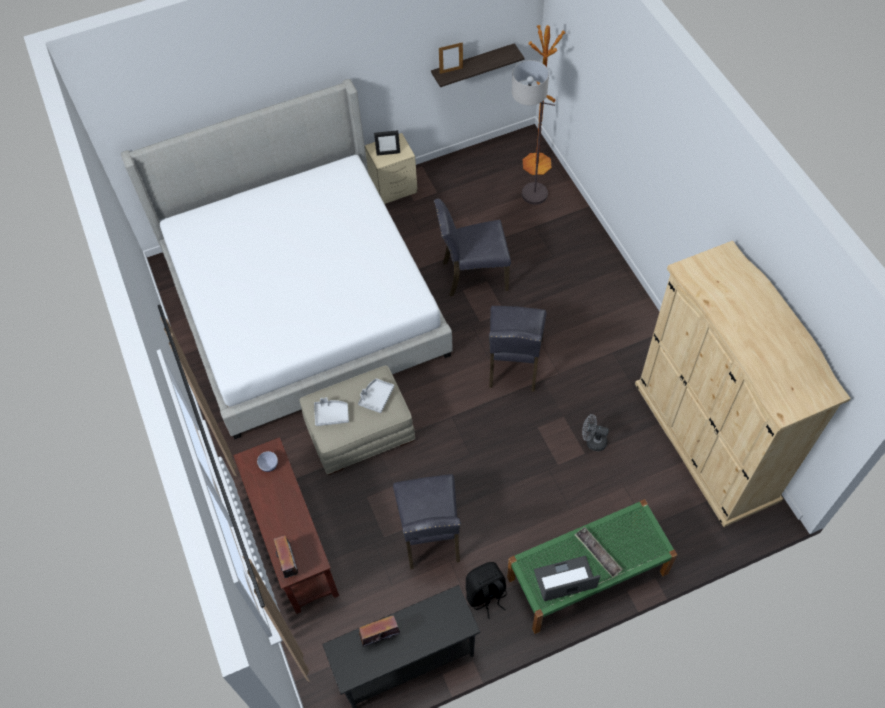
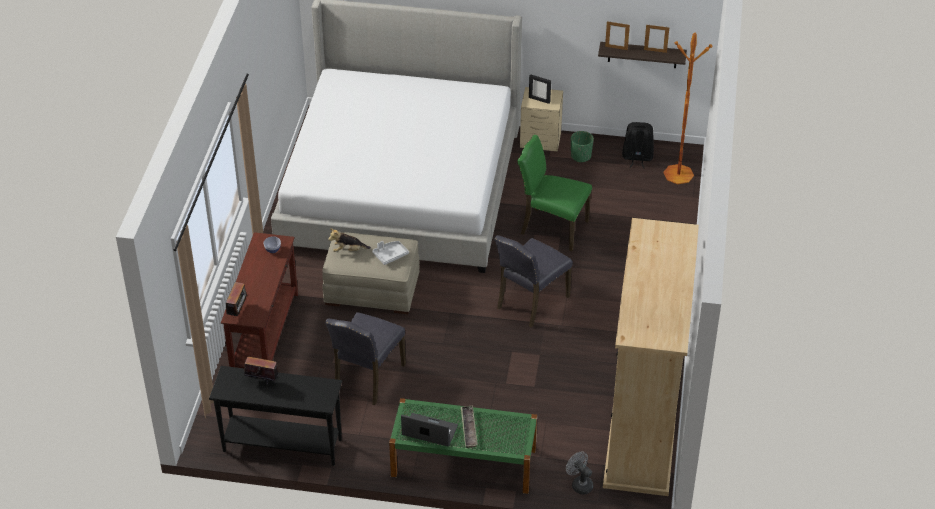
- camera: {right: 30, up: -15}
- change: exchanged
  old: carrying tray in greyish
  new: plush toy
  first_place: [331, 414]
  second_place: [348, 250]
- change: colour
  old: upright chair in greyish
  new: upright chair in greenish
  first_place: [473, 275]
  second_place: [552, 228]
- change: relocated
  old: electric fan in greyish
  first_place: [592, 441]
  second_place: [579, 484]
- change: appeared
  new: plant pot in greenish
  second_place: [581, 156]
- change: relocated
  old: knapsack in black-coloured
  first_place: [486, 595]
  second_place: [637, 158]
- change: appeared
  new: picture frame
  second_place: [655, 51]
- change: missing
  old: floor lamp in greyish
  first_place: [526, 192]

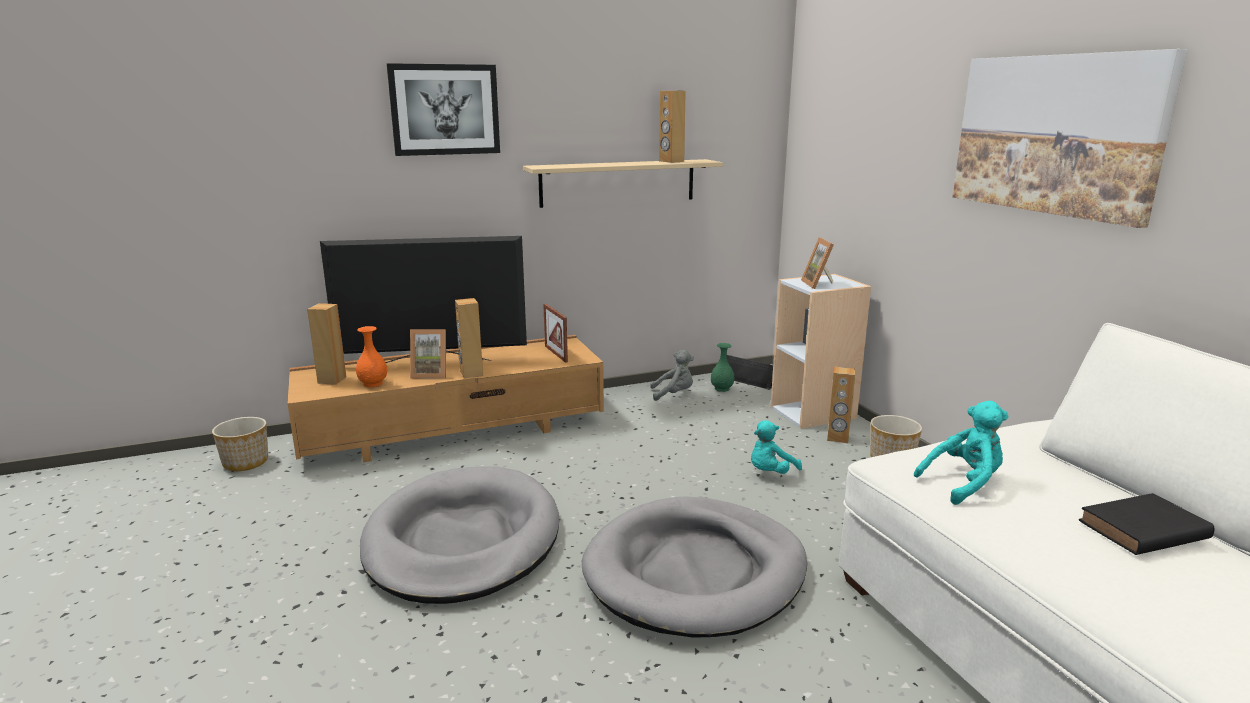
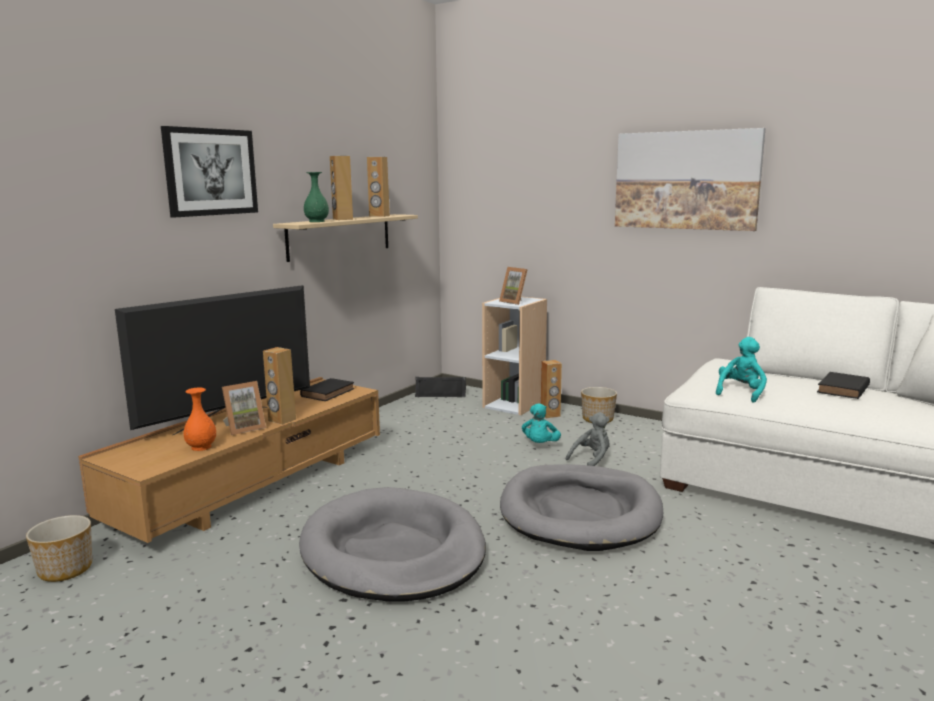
- camera: {right: -35, up: -5}
- change: exchanged
  old: picture frame
  new: volume in black-coloured
  first_place: [556, 354]
  second_place: [328, 392]
- change: relocated
  old: decorative vase in greenish
  first_place: [722, 389]
  second_place: [317, 221]
- change: relocated
  old: speaker in brown-coloured
  first_place: [331, 380]
  second_place: [342, 219]
- change: relocated
  old: plush toy in greyish
  first_place: [674, 394]
  second_place: [591, 460]

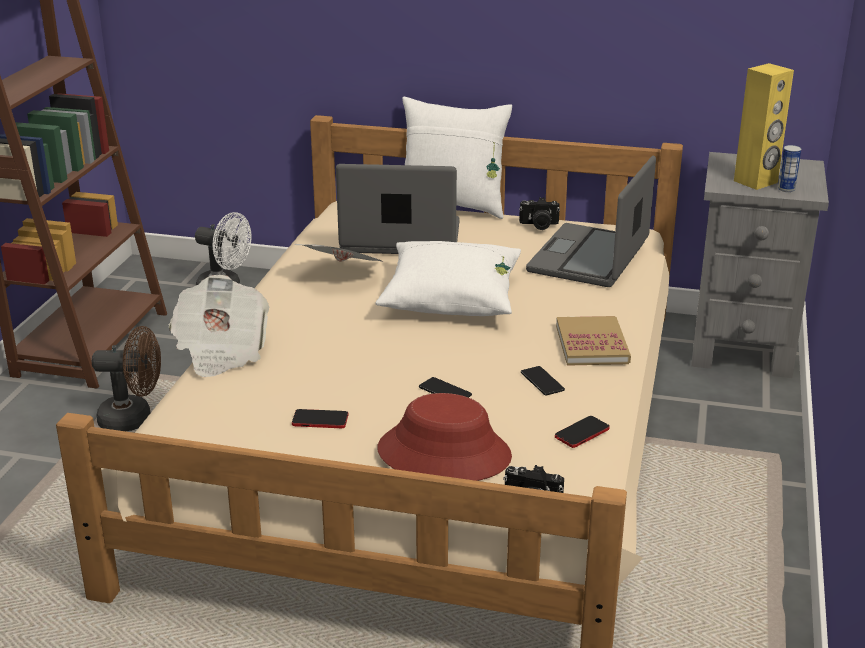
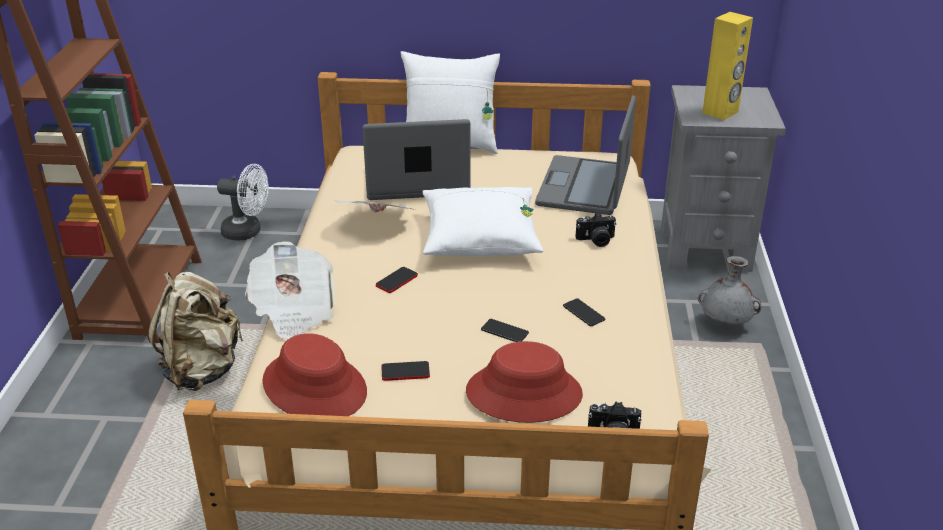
- camera: {right: -10, up: 5}
- change: exchanged
  old: electric fan in brown-coloured
  new: knapsack in beige-coloured
  first_place: [134, 419]
  second_place: [202, 370]
- change: appeared
  new: wearable hat in red
  second_place: [315, 387]
- change: relocated
  old: telephone
  first_place: [582, 433]
  second_place: [396, 281]
- change: relocated
  old: photo camera
  first_place: [539, 225]
  second_place: [596, 240]
- change: appeared
  new: decorative vase in greyish
  second_place: [726, 324]
- change: missing
  old: volume
  first_place: [592, 344]
- change: missing
  old: sealed can
  first_place: [786, 189]

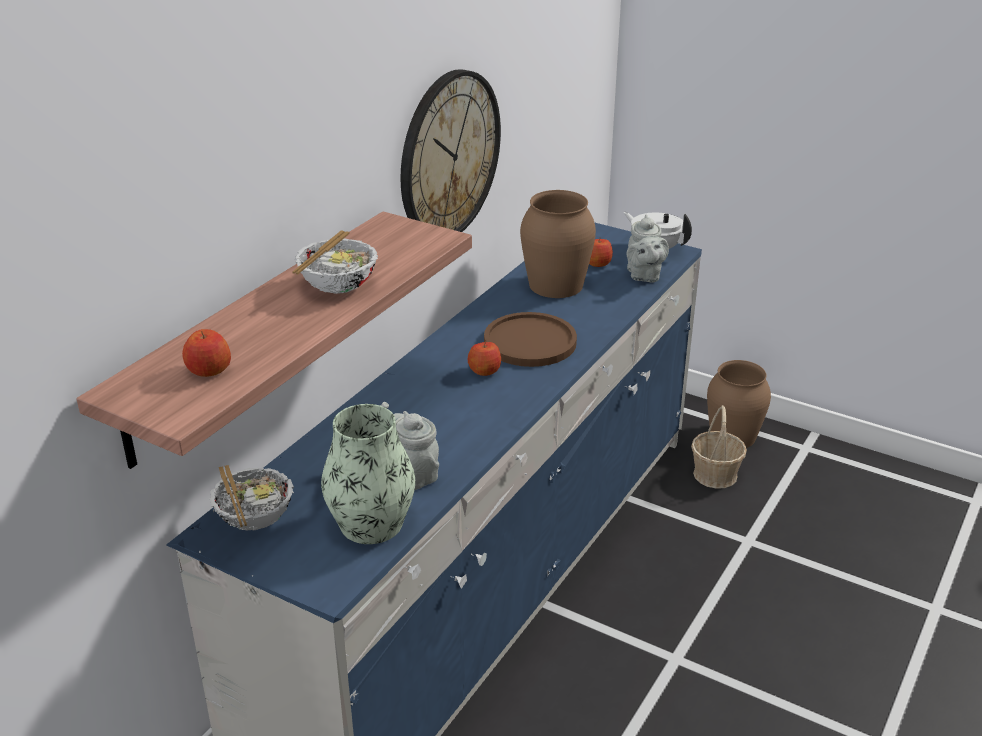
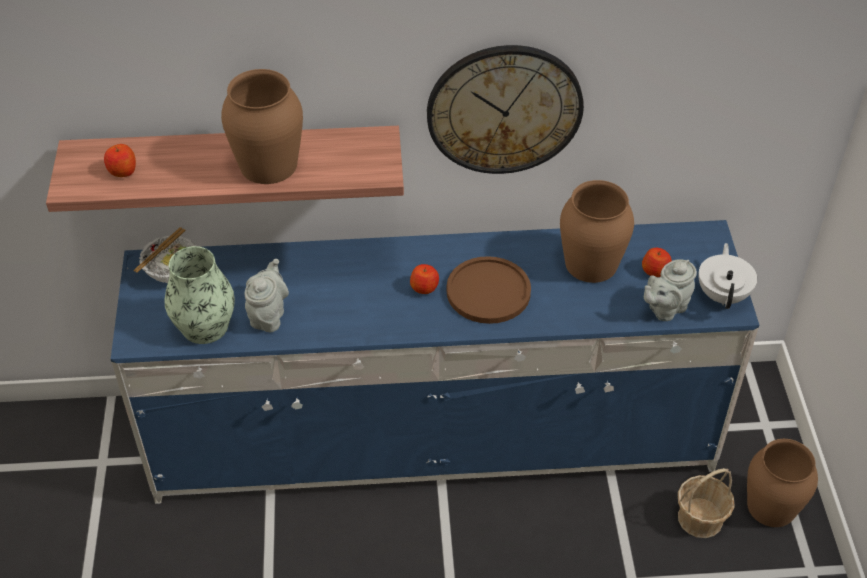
- camera: {right: 55, up: 15}
- change: exchanged
  old: serving bowl
  new: decorative vase in brown-coloured
  first_place: [337, 285]
  second_place: [268, 164]

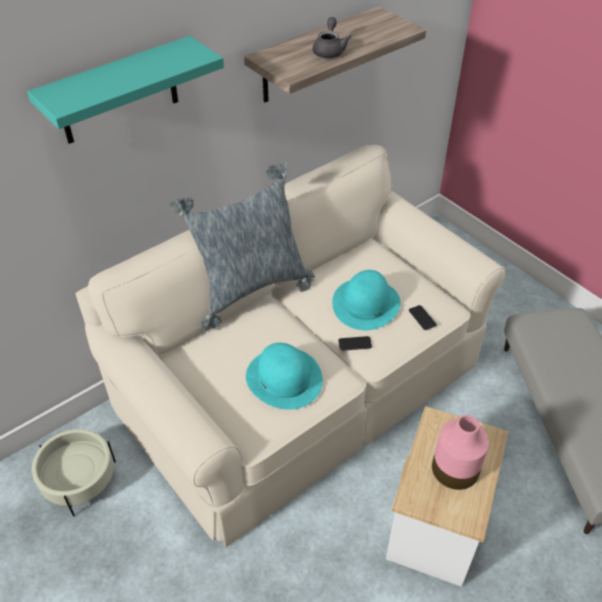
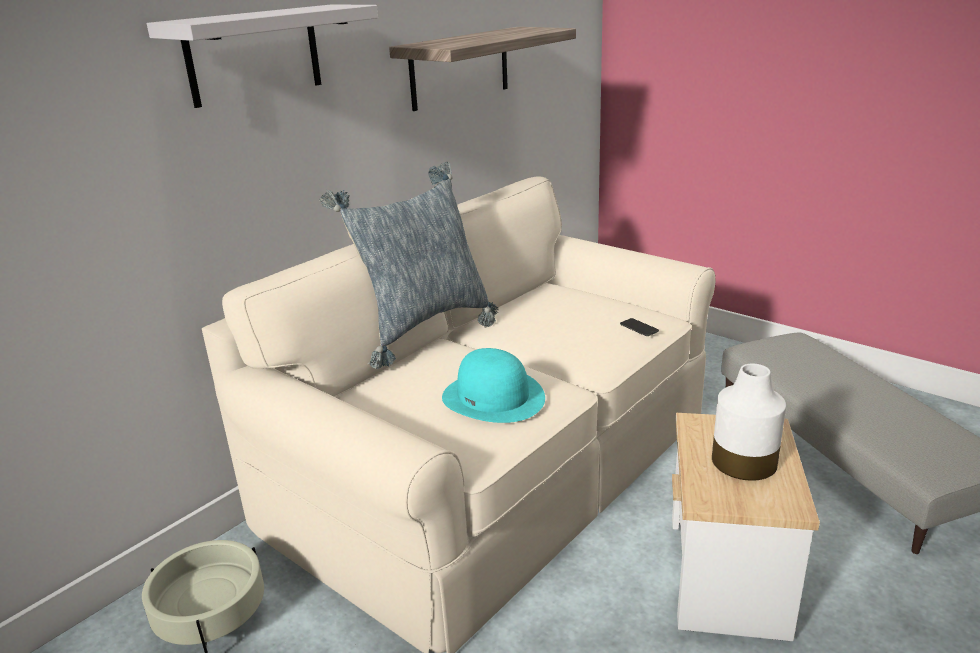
- camera: {right: -10, up: -20}
- change: colour
  old: bracket shelf in turquoise-coloured
  new: bracket shelf in white-coloured
  first_place: [118, 92]
  second_place: [254, 55]
- change: colour
  old: decorative vase in pink
  new: decorative vase in white-coloured
  first_place: [455, 469]
  second_place: [744, 461]
- change: missing
  old: teapot in greyish
  first_place: [329, 50]
- change: missing
  old: wearable hat in turquoise-coloured
  first_place: [366, 304]
- change: missing
  old: telephone
  first_place: [355, 344]

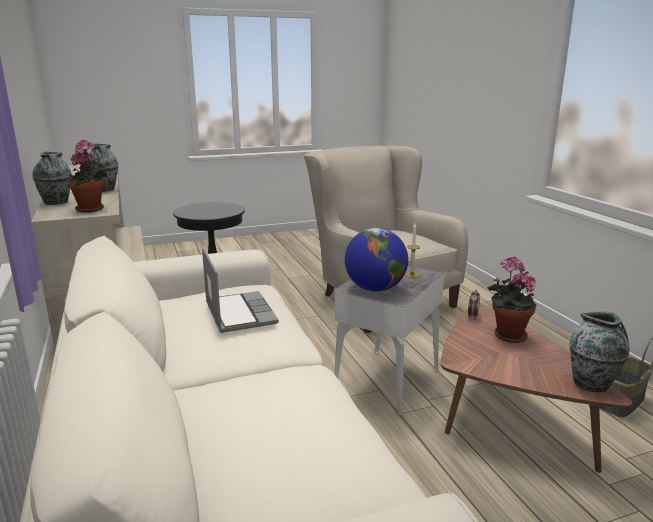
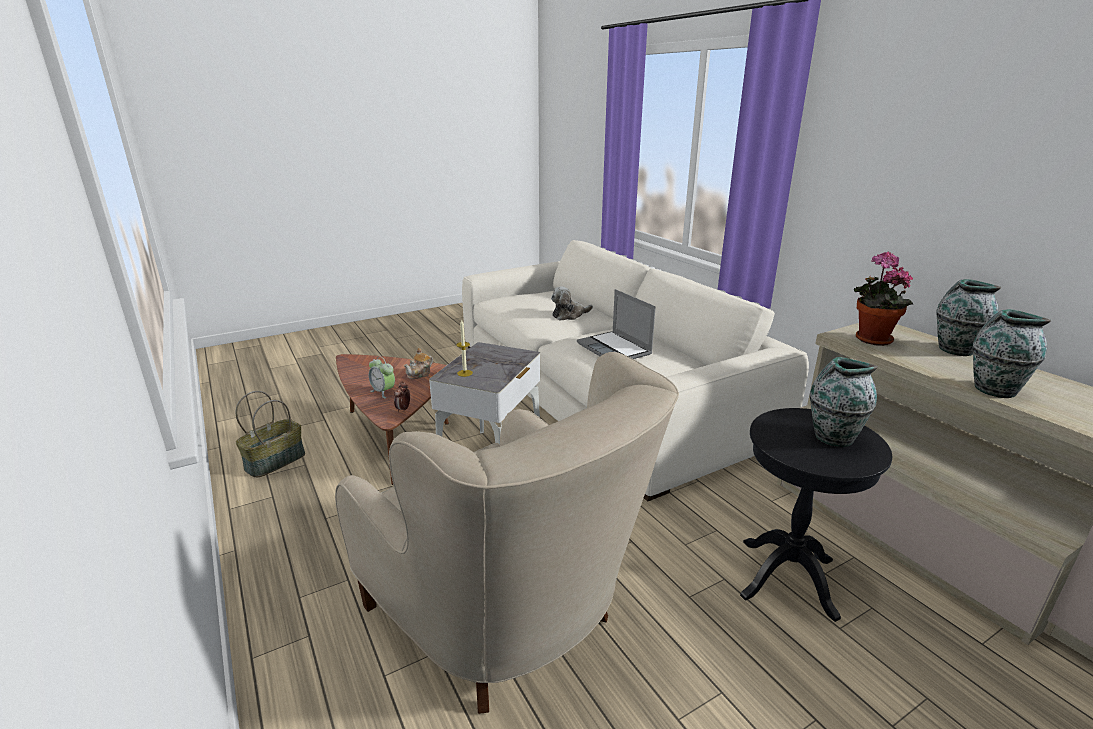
- camera: {right: 170, up: 5}
- change: exchanged
  old: potted plant
  new: alarm clock
  first_place: [507, 335]
  second_place: [383, 392]
- change: appeared
  new: teapot
  second_place: [420, 374]
- change: appeared
  new: plush toy
  second_place: [569, 315]
- change: relocated
  old: decorative vase
  first_place: [592, 384]
  second_place: [832, 437]
- change: missing
  old: world globe
  first_place: [375, 289]

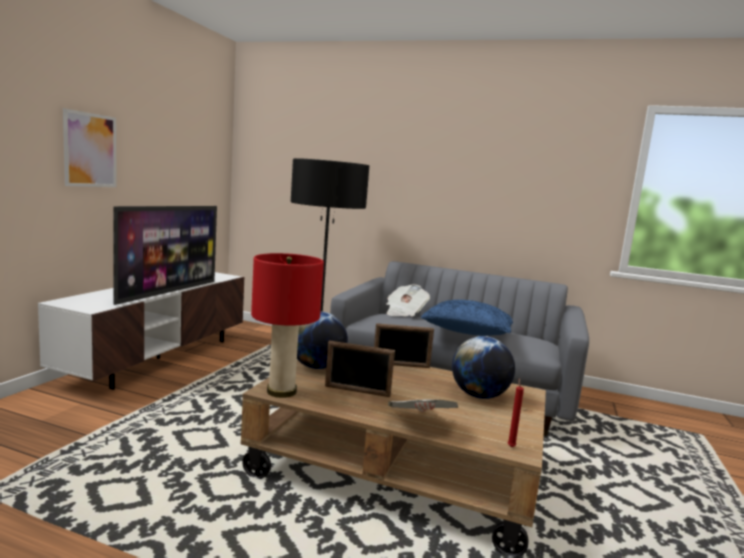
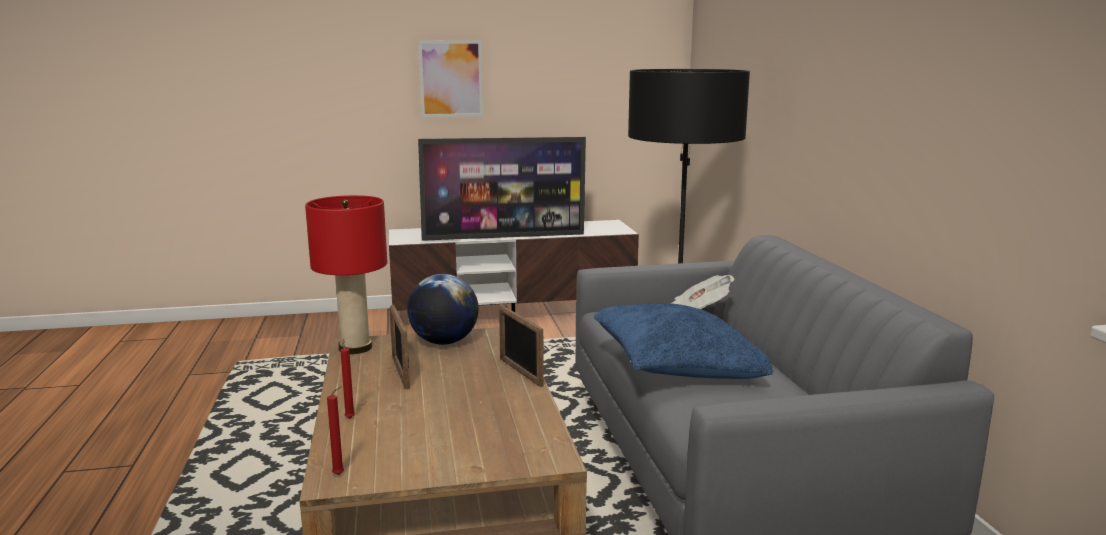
- camera: {right: 60, up: 5}
- change: exchanged
  old: printed paper
  new: wax candle in red
  first_place: [420, 423]
  second_place: [350, 417]
- change: missing
  old: world globe
  first_place: [479, 396]

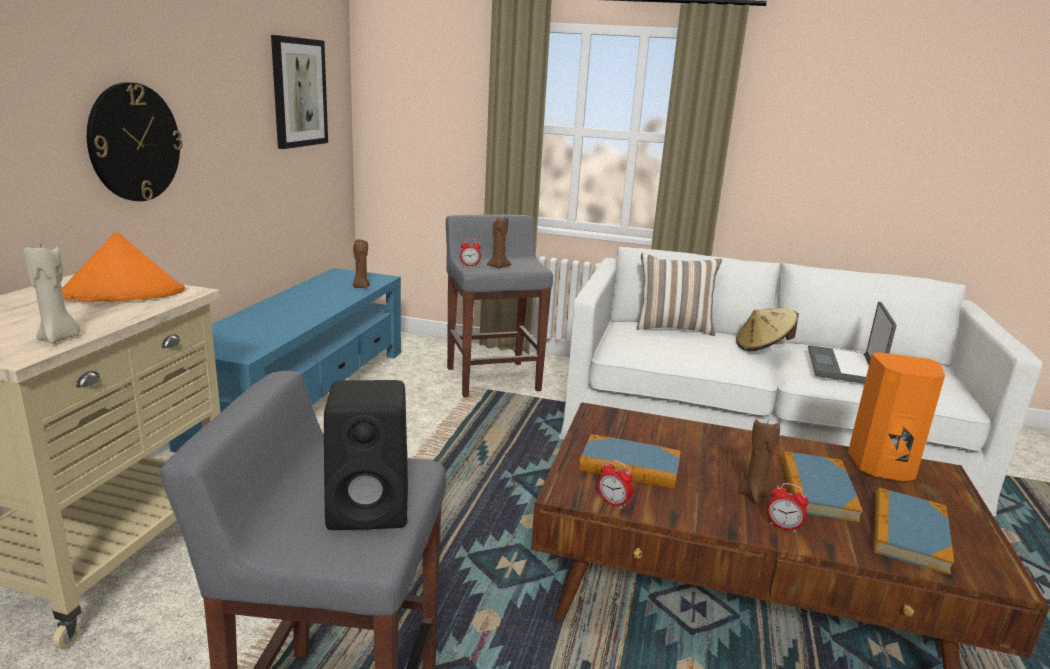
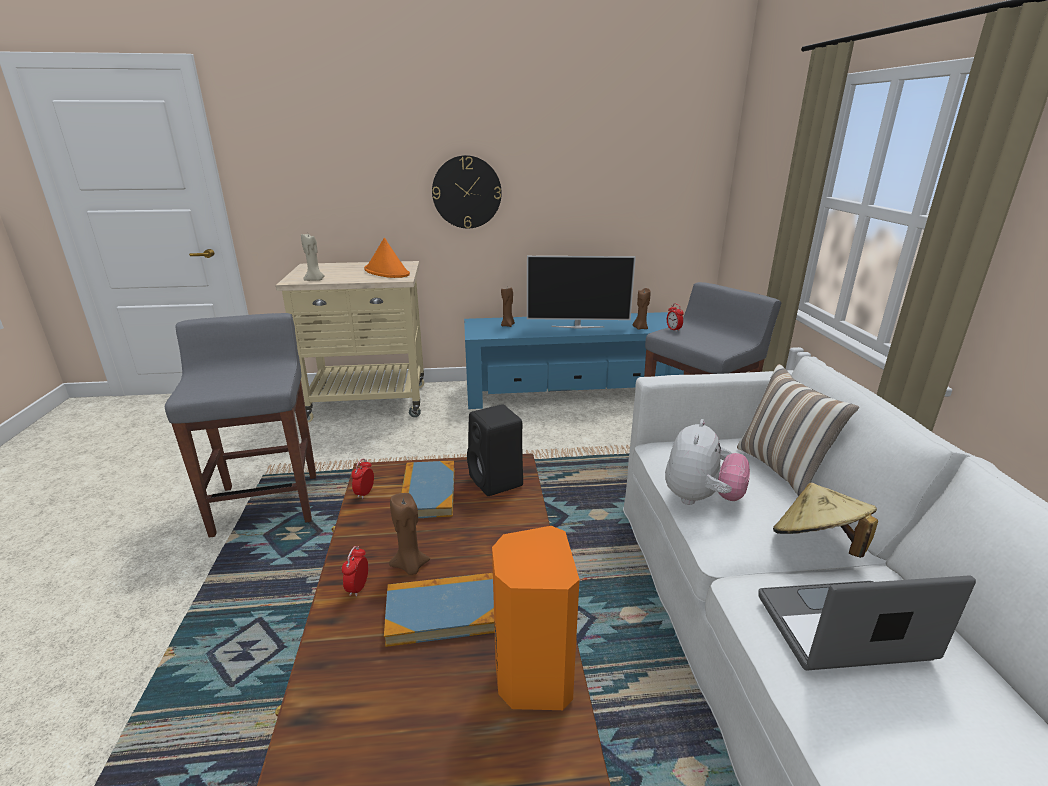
- camera: {right: 70, up: 5}
- change: relocated
  old: speaker in black-coloured
  first_place: [372, 509]
  second_place: [497, 482]
- change: relocated
  old: wax candle in brown-coloured
  first_place: [498, 266]
  second_place: [508, 325]
- change: appeared
  new: TV
  second_place: [577, 326]
- change: appeared
  new: plush toy
  second_place: [700, 499]
- change: missing
  old: wall picture
  first_place: [299, 92]
- change: missing
  old: volume
  first_place: [909, 533]

